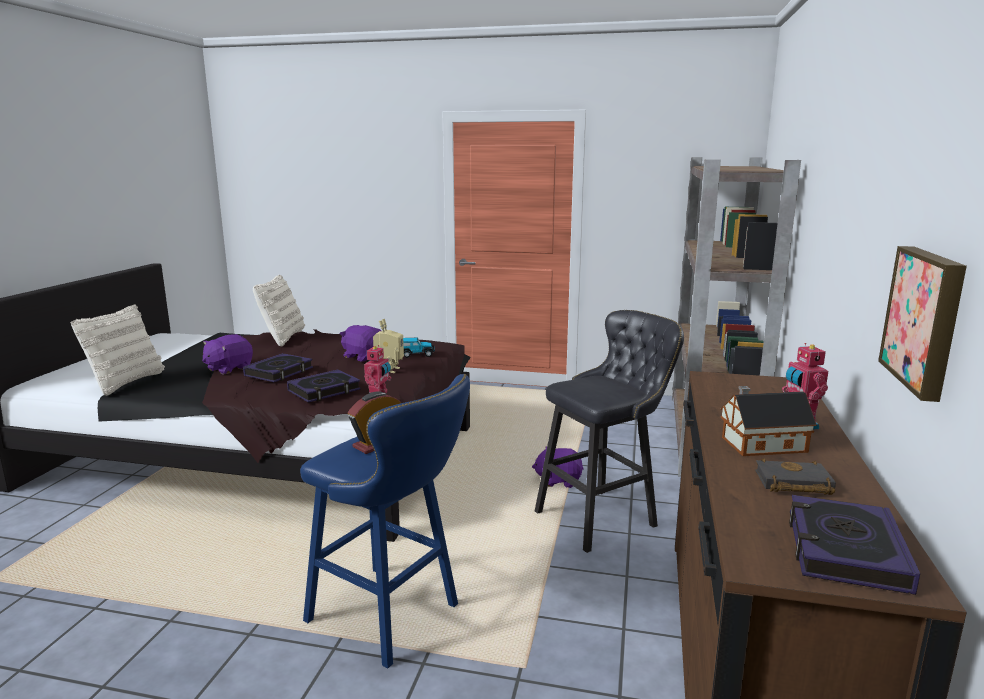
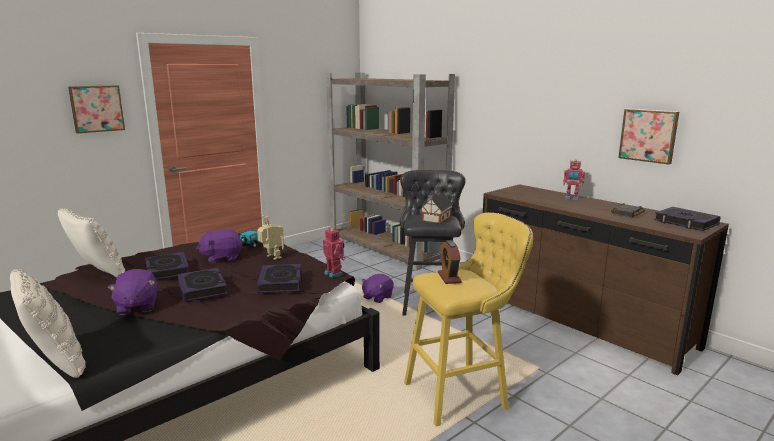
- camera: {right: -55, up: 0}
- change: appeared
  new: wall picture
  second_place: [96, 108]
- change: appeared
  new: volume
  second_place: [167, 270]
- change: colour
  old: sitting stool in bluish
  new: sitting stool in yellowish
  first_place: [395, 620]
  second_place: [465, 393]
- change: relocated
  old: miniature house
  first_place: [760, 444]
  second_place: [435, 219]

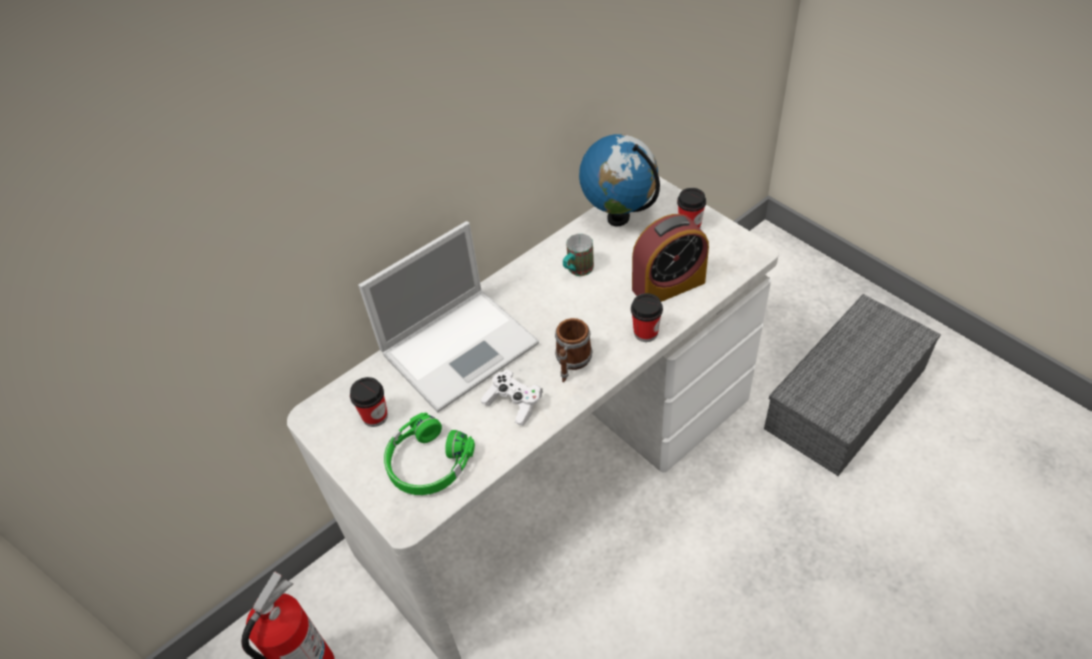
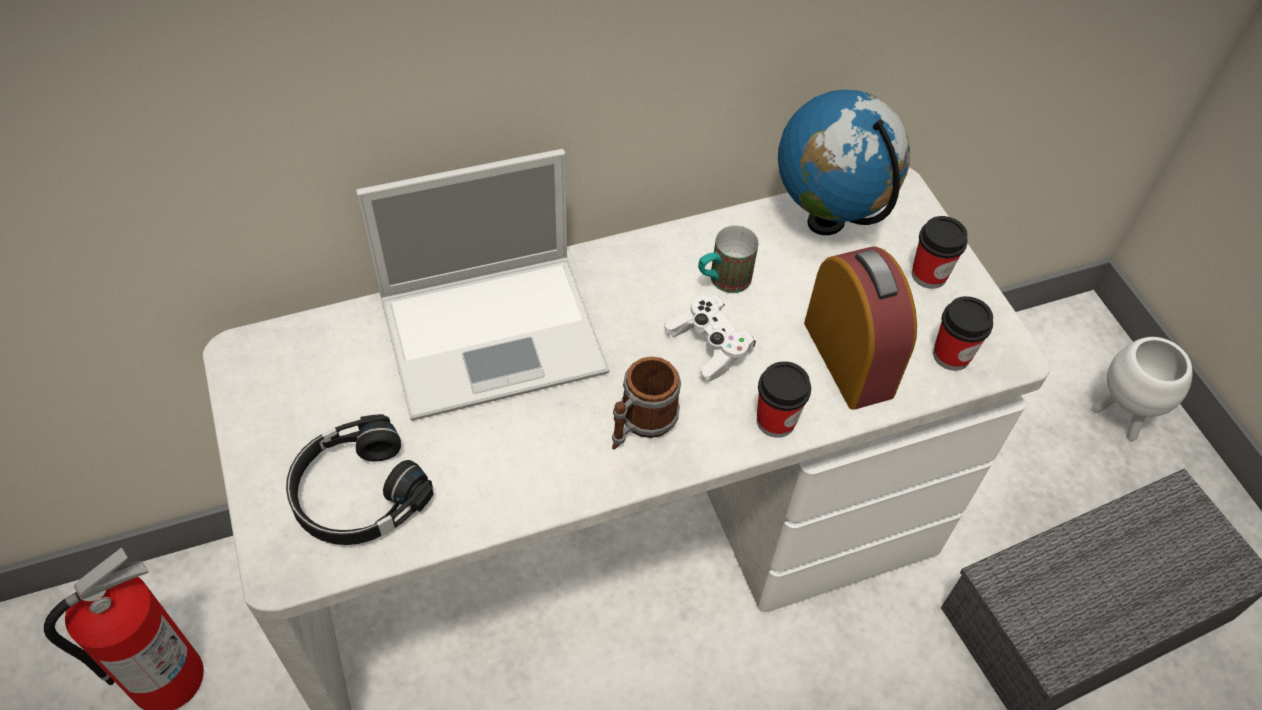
- camera: {right: 15, up: 5}
- change: colour
  old: pair of headphones in greenish
  new: pair of headphones in black-coloured
  first_place: [427, 463]
  second_place: [357, 493]
- change: relocated
  old: game controller in white-coloured
  first_place: [513, 403]
  second_place: [709, 346]
- change: spun
  old: alarm clock
  first_place: [668, 285]
  second_place: [848, 358]
  degrees: -105
- change: relocated
  old: small cup
  first_place: [375, 416]
  second_place: [951, 355]
- change: appeared
  new: plant pot in white-coloured
  second_place: [1120, 418]

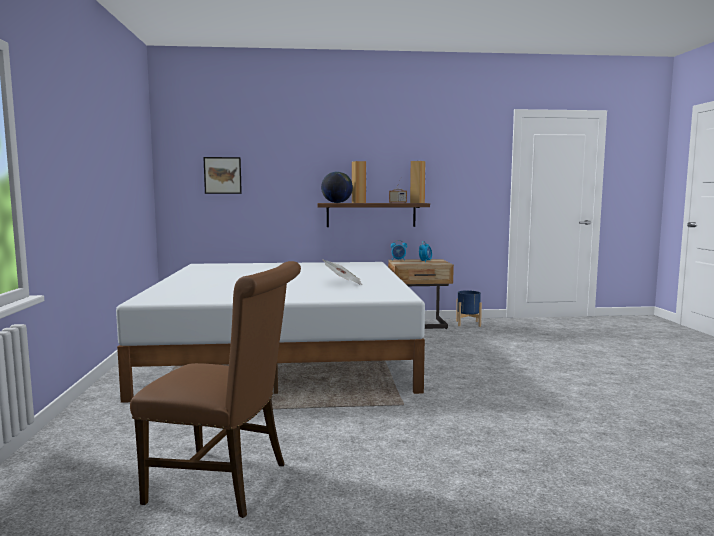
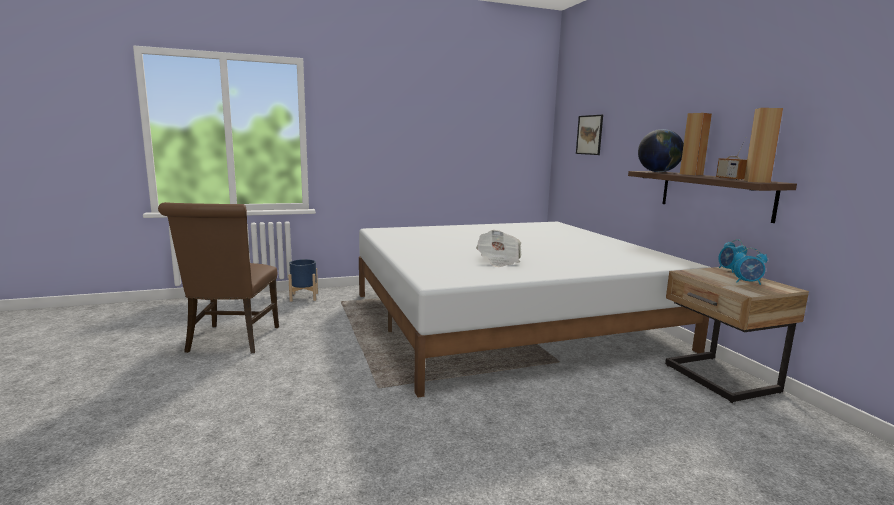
- camera: {right: 75, up: 5}
- change: relocated
  old: plant pot in bluish
  first_place: [468, 323]
  second_place: [304, 297]

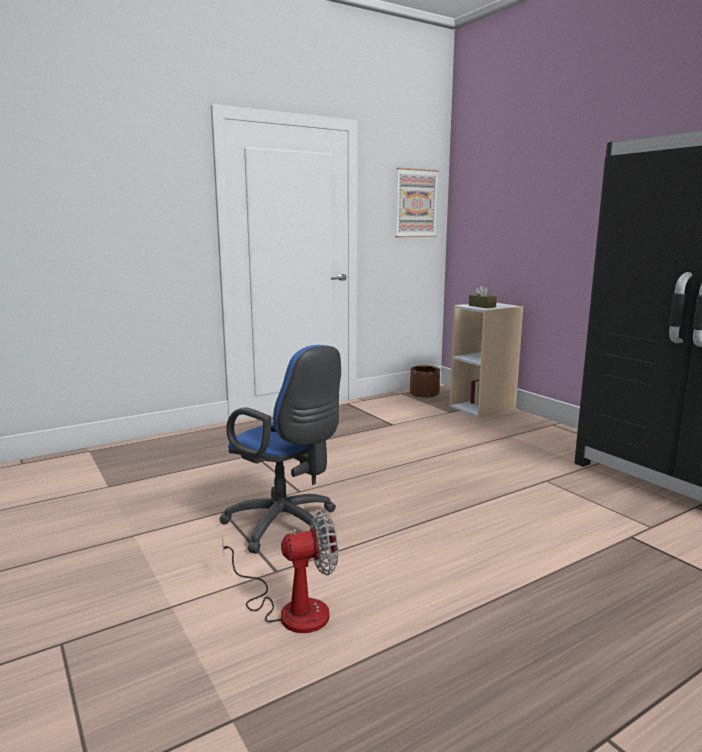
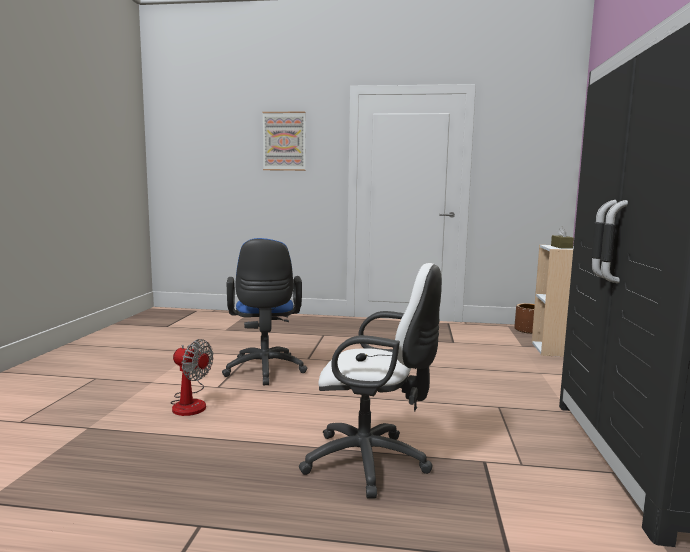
- camera: {right: 40, up: -5}
- change: relocated
  old: wall picture
  first_place: [416, 203]
  second_place: [284, 141]
- change: appeared
  new: desk chair in white-coloured
  second_place: [372, 463]

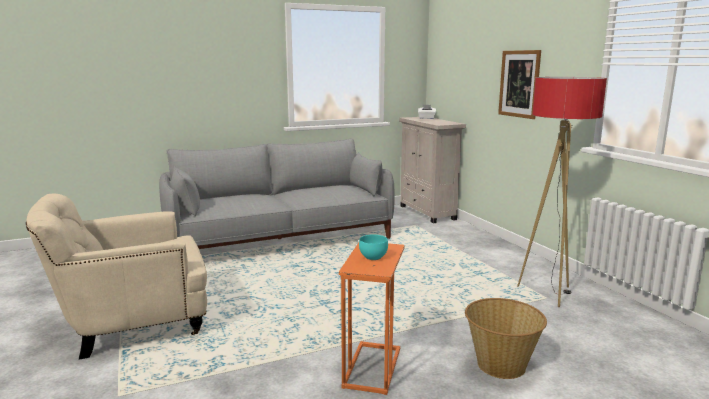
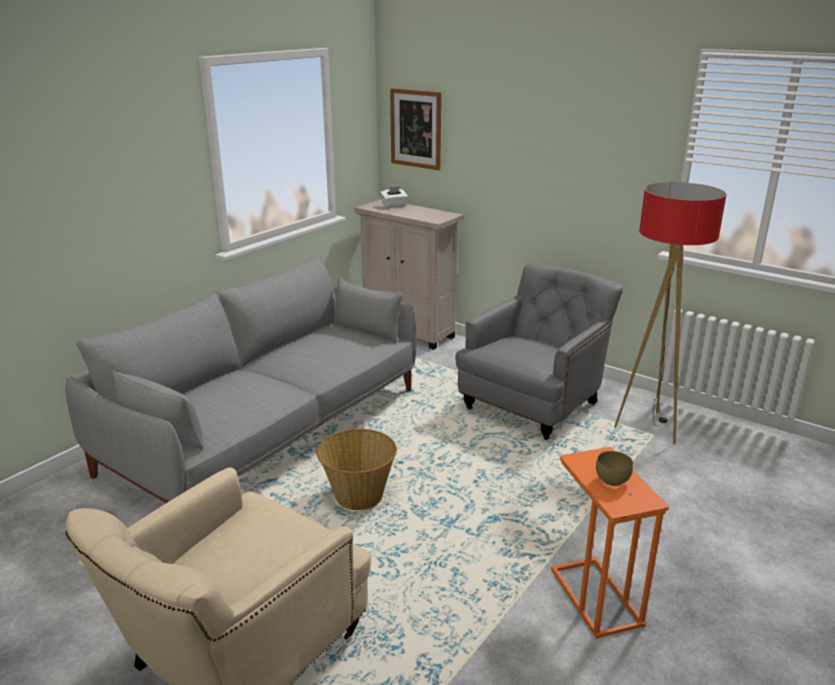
- camera: {right: -30, up: 10}
- change: relocated
  old: storage basket
  first_place: [501, 364]
  second_place: [358, 496]
- change: relocated
  old: wall picture
  first_place: [519, 84]
  second_place: [416, 128]
- change: appeared
  new: easy chair in greyish
  second_place: [535, 403]
- change: colour
  old: serving bowl in turquoise-coloured
  new: serving bowl in brown-coloured
  first_place: [373, 257]
  second_place: [611, 479]

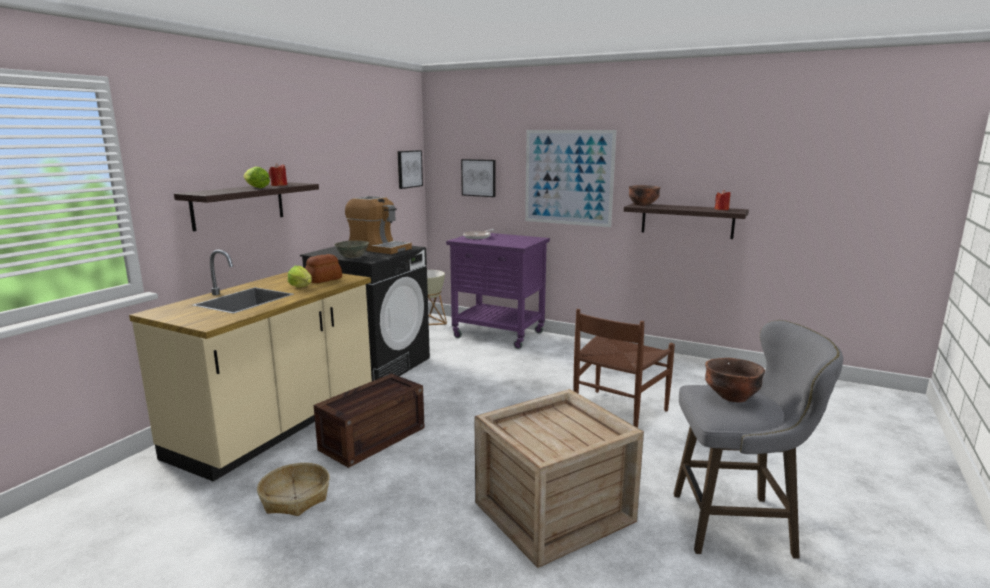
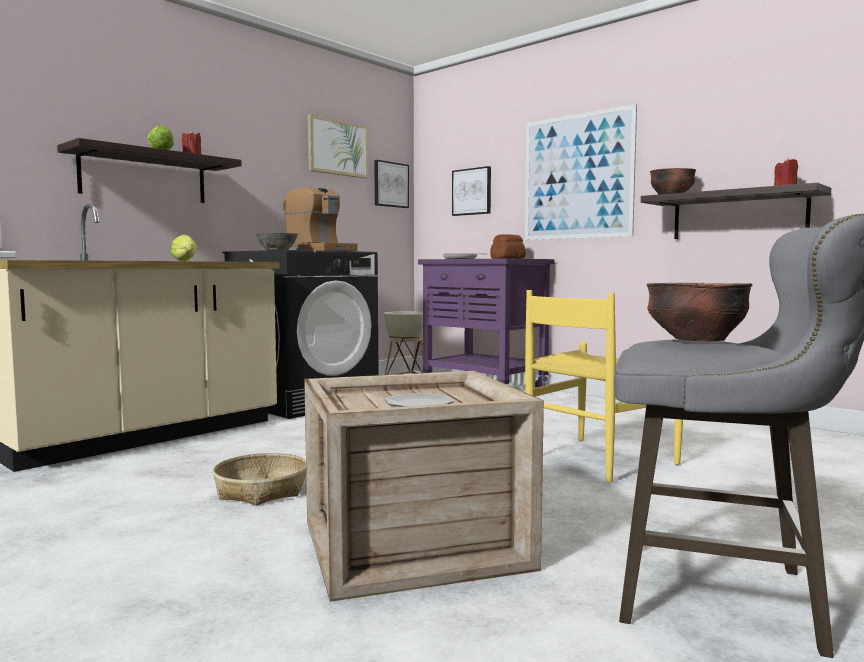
- camera: {right: 15, up: -10}
- change: relocated
  old: storage basket
  first_place: [295, 497]
  second_place: [262, 490]
- change: appeared
  new: wall picture
  second_place: [337, 148]
- change: appeared
  new: plate
  second_place: [418, 404]
- change: relocated
  old: bread
  first_place: [323, 280]
  second_place: [507, 258]
- change: colour
  old: upright chair in brown-coloured
  new: upright chair in yellowish
  first_place: [617, 413]
  second_place: [597, 460]
- change: missing
  old: packing crate
  first_place: [373, 437]

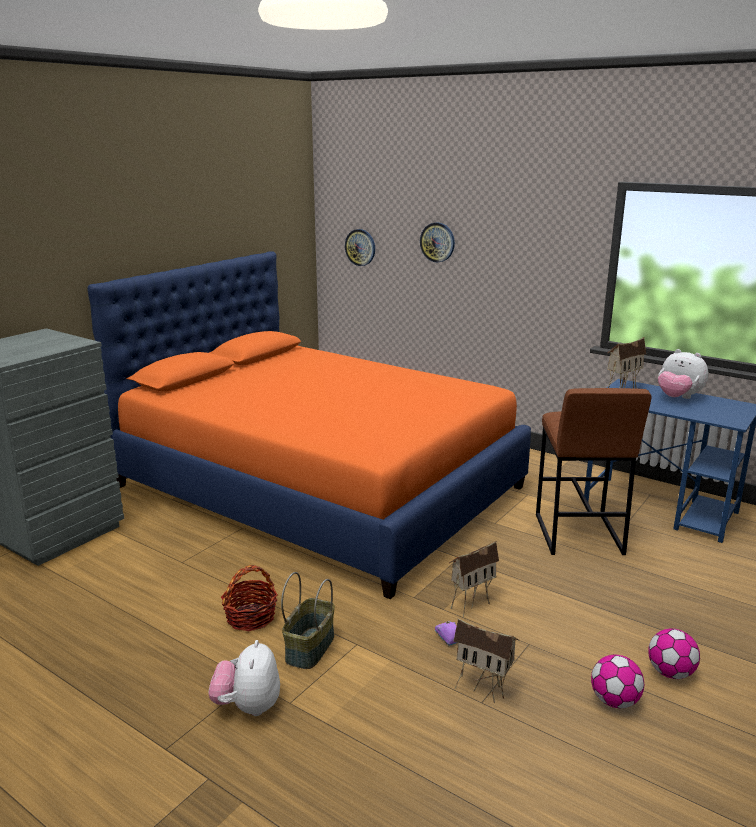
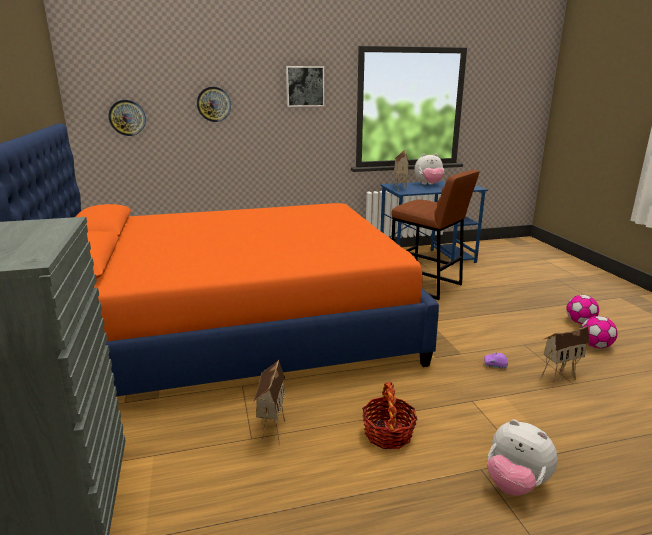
- camera: {right: -50, up: 0}
- change: relocated
  old: miniature house
  first_place: [470, 603]
  second_place: [271, 429]
- change: appeared
  new: wall picture
  second_place: [305, 86]
- change: missing
  old: storage basket
  first_place: [309, 647]

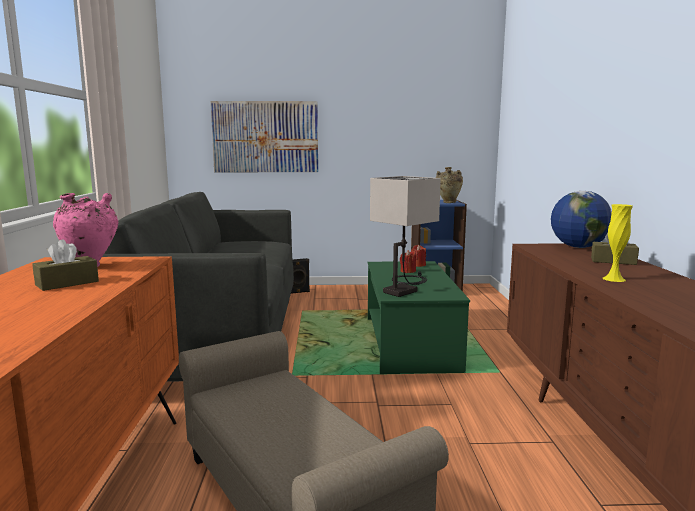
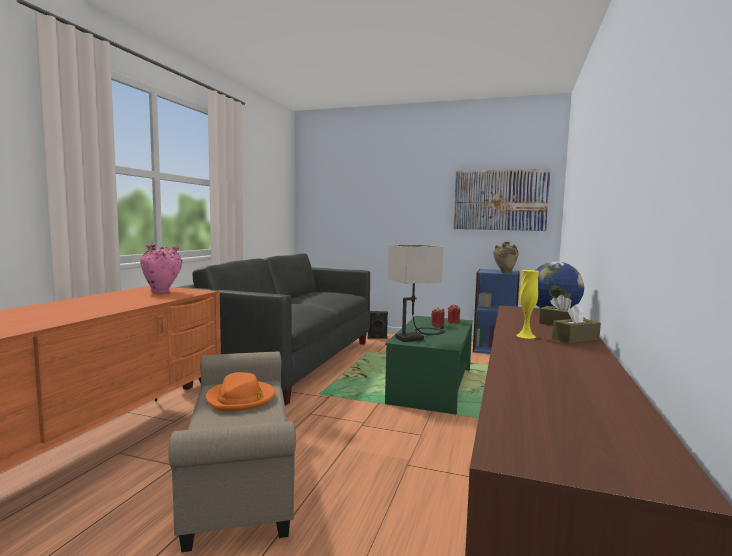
- camera: {right: 20, up: -5}
- change: appeared
  new: wearable hat in orangey
  second_place: [241, 399]
- change: relocated
  old: wall picture
  first_place: [265, 137]
  second_place: [500, 200]
- change: relocated
  old: tissue holder in brown-coloured
  first_place: [67, 283]
  second_place: [575, 339]

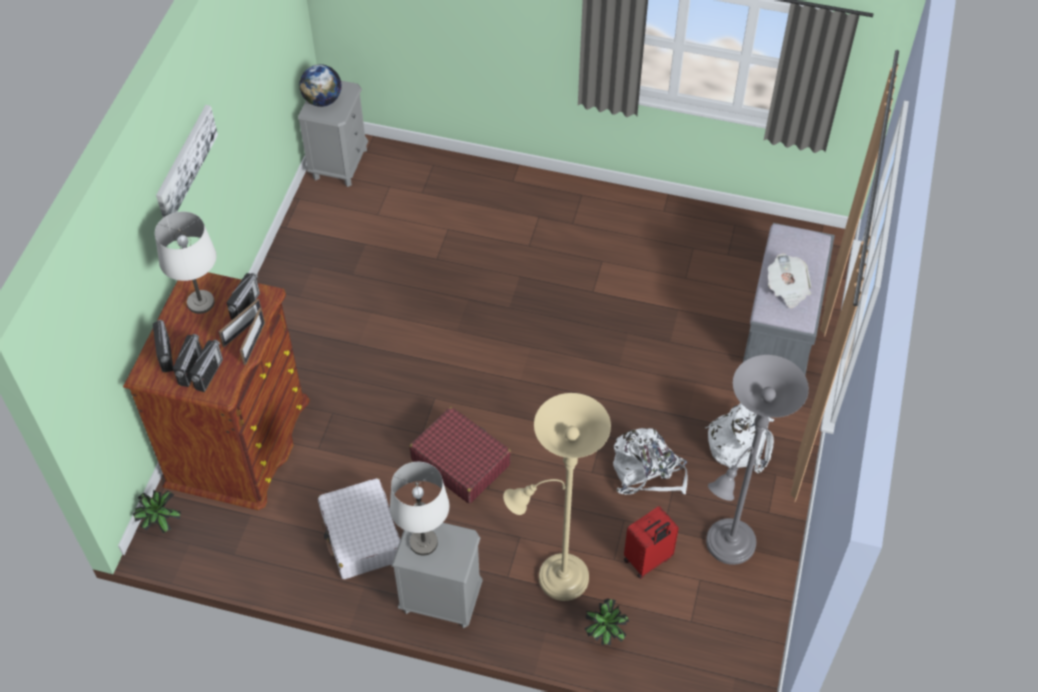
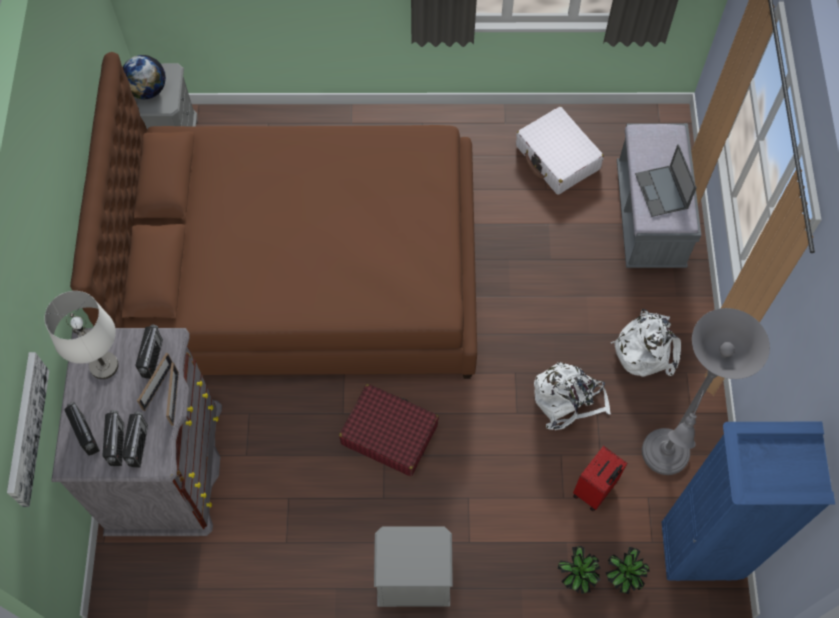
- camera: {right: -15, up: 10}
- change: relocated
  old: wall picture
  first_place: [185, 163]
  second_place: [25, 429]
- change: colour
  old: drawer chest in brown-coloured
  new: drawer chest in greyish
  first_place: [238, 439]
  second_place: [164, 465]
- change: appeared
  new: bed in brown-coloured
  second_place: [303, 272]
- change: relocated
  old: travel case in white-coloured
  first_place: [362, 536]
  second_place: [557, 158]
- change: relocated
  old: potted plant
  first_place: [160, 523]
  second_place: [622, 577]
- change: exchanged
  old: printed paper
  new: portable computer
  first_place: [787, 289]
  second_place: [662, 191]
- change: appeared
  new: cupboard in bluish
  second_place: [700, 551]
- change: missing
  old: lamp for a table in white-coloured
  first_place: [423, 543]
- change: missing
  old: floor lamp in beige-coloured
  first_place: [556, 579]

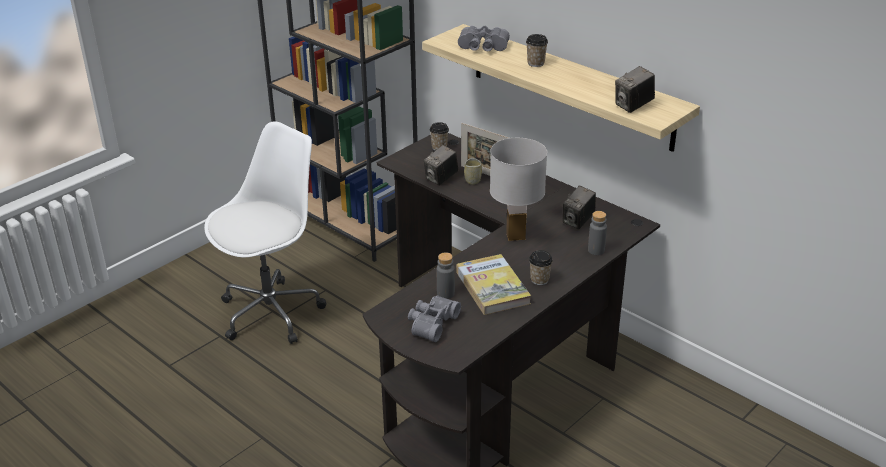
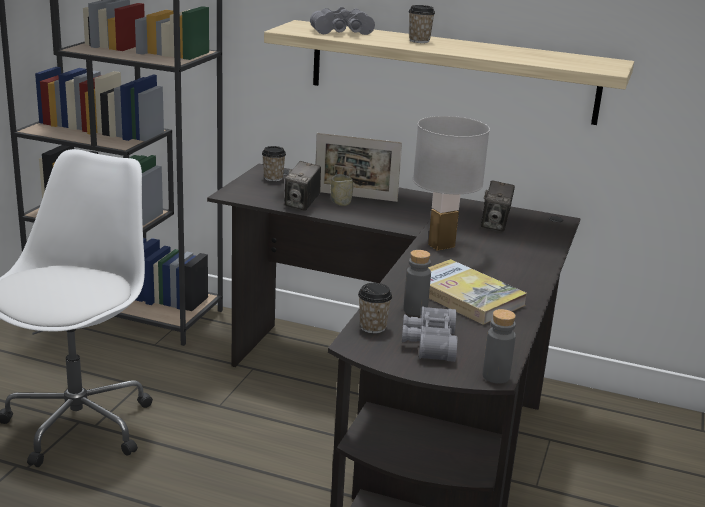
- camera: {right: -25, up: -10}
- change: relocated
  old: small cup
  first_place: [539, 280]
  second_place: [372, 327]
- change: relocated
  old: drink bottle in greyish
  first_place: [596, 250]
  second_place: [496, 376]
- change: missing
  old: photo camera
  first_place: [633, 106]

